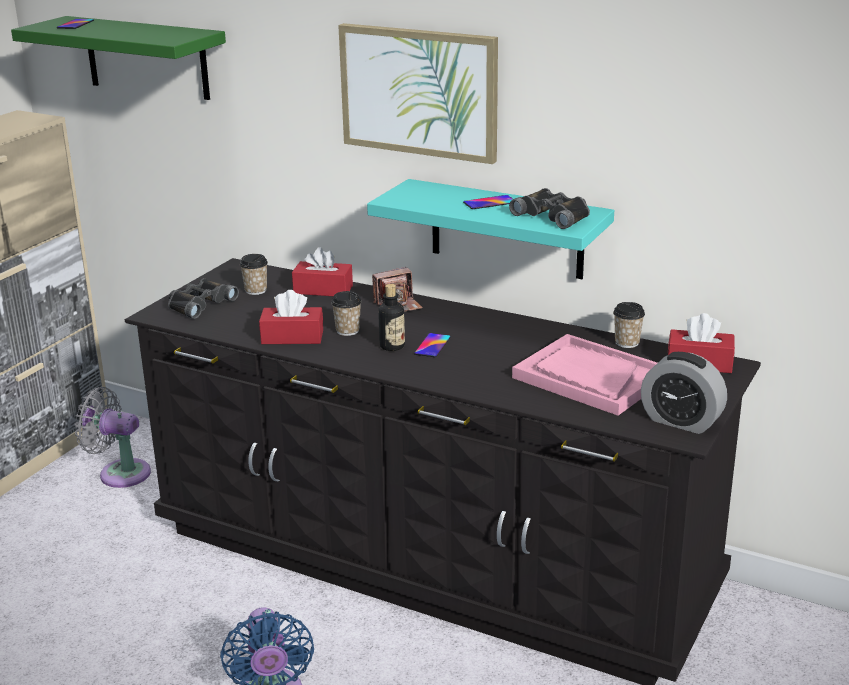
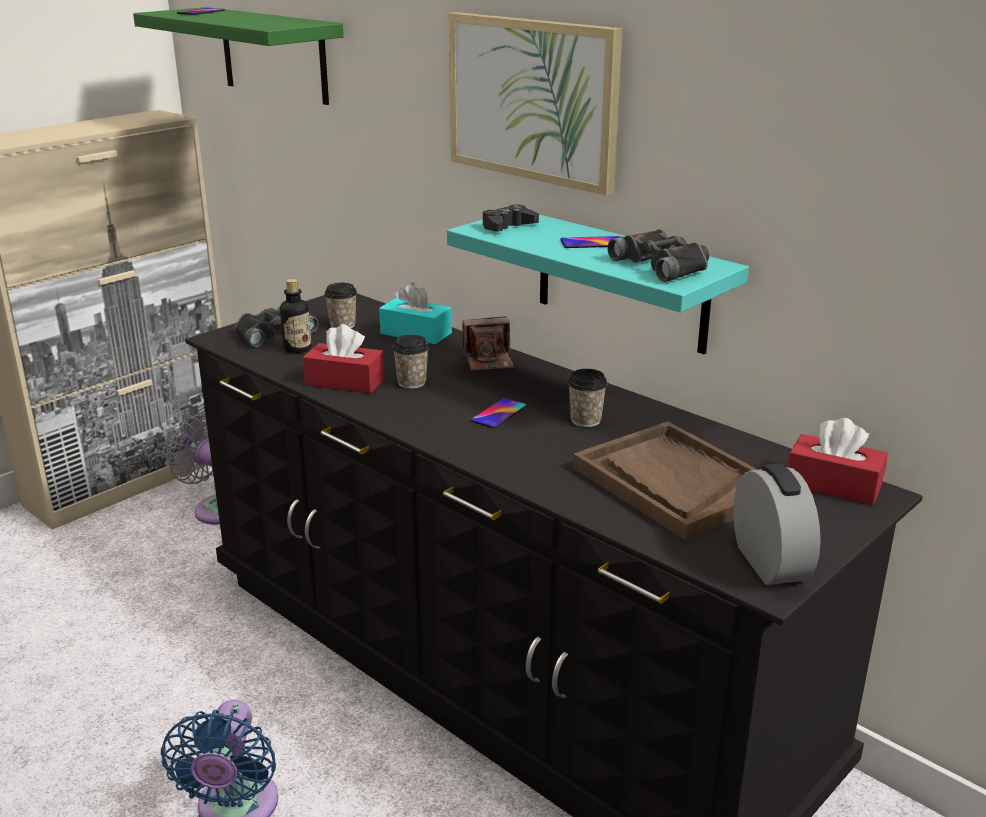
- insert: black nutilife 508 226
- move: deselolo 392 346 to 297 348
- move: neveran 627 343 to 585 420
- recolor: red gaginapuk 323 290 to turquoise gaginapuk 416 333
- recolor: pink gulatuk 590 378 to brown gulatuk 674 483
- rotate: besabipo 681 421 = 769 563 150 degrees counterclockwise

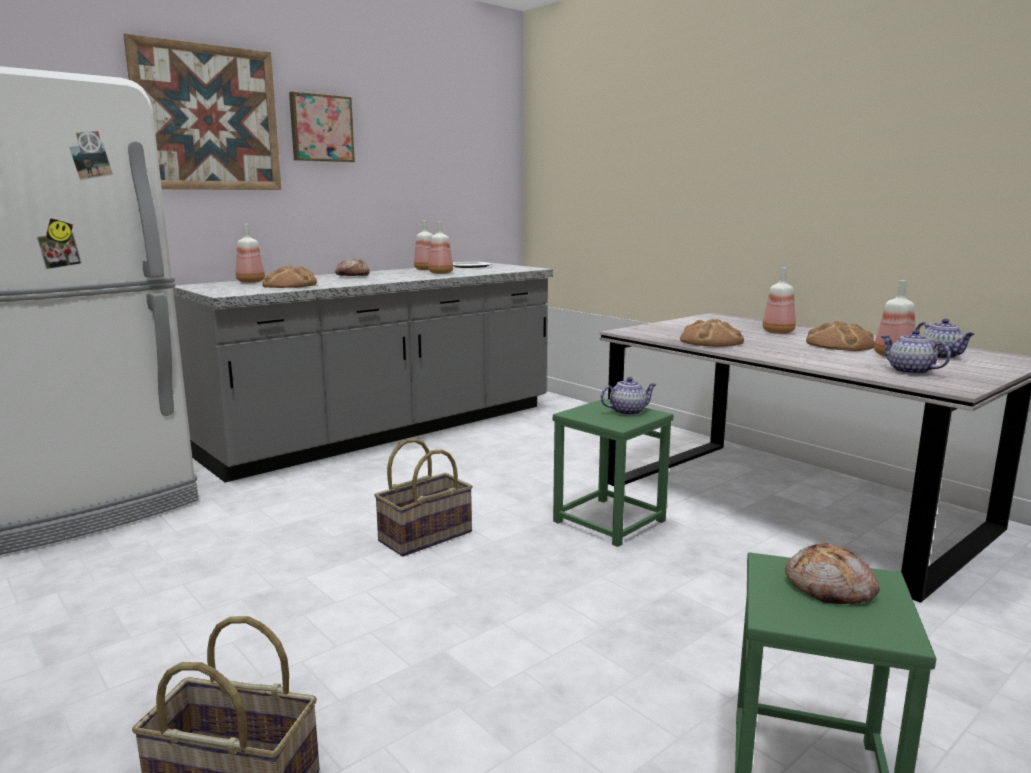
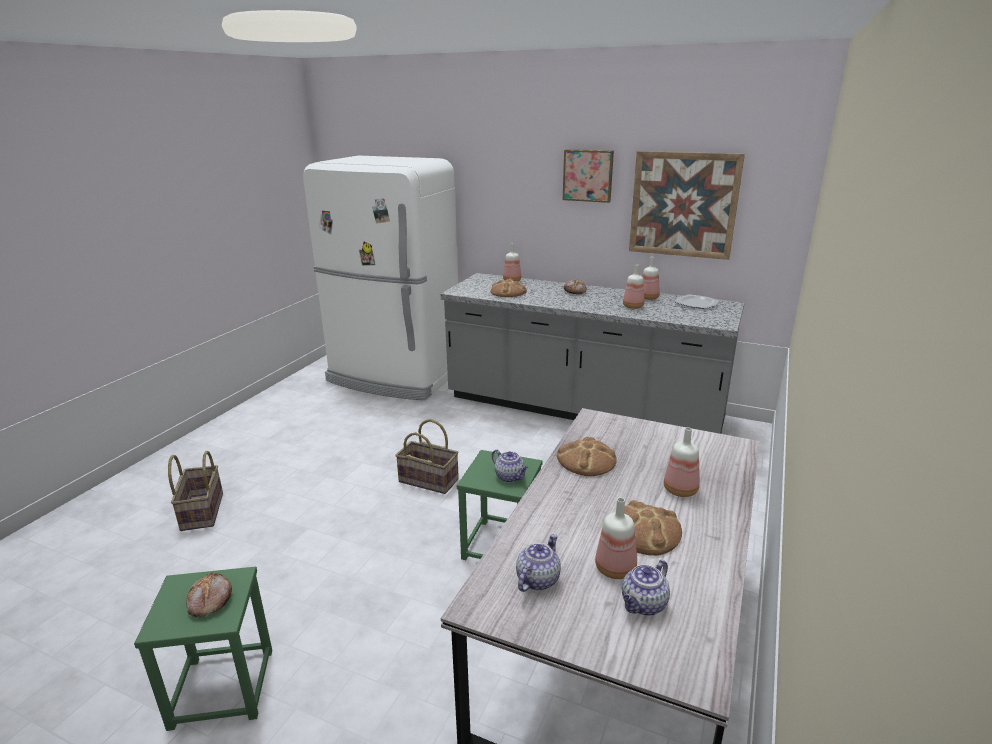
- move: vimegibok 207 118 to 683 205

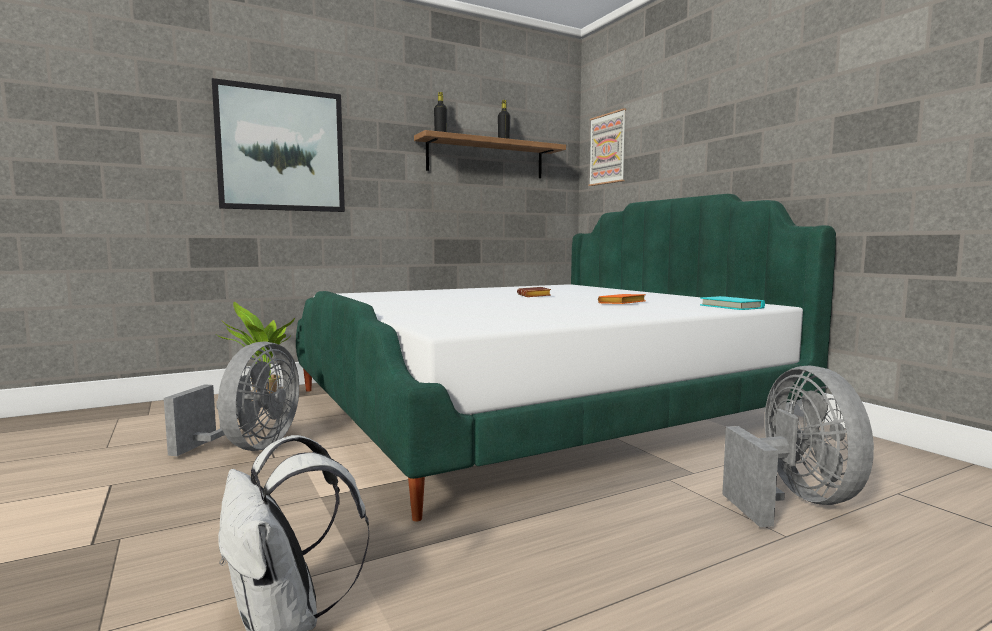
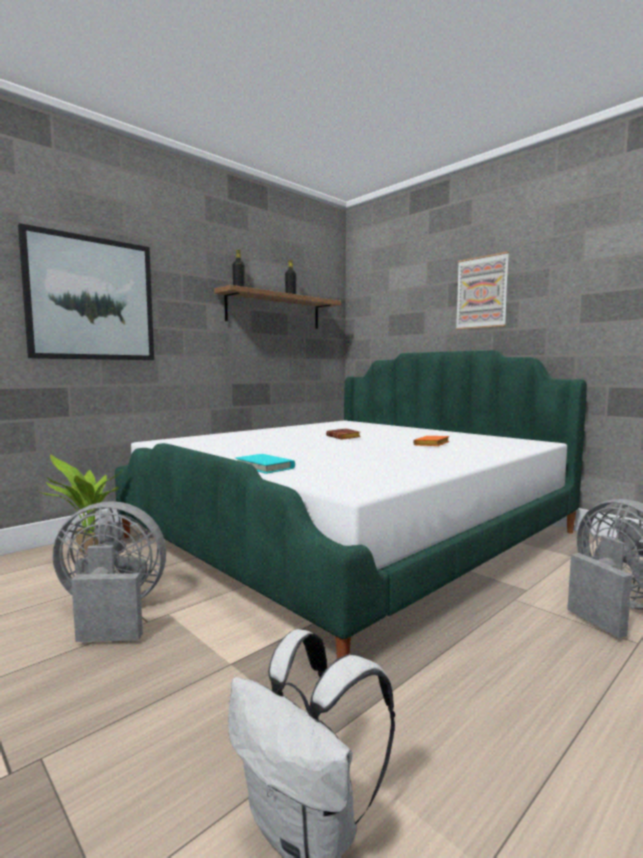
- move: vimegibok 608 149 to 482 292
- move: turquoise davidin 731 306 to 264 467
- rotate: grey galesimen 249 448 = 112 613 90 degrees counterclockwise

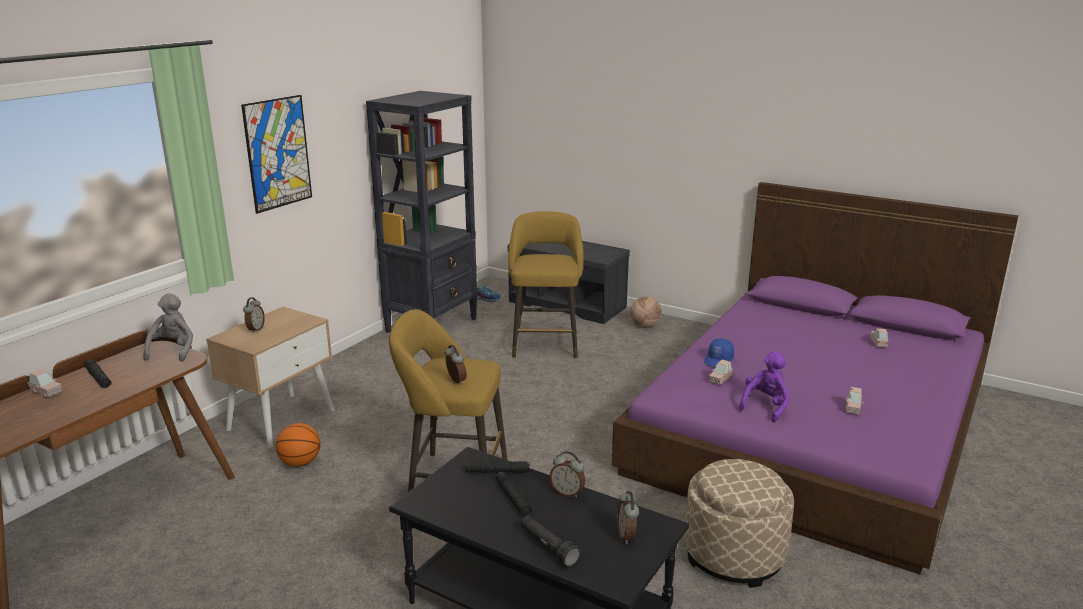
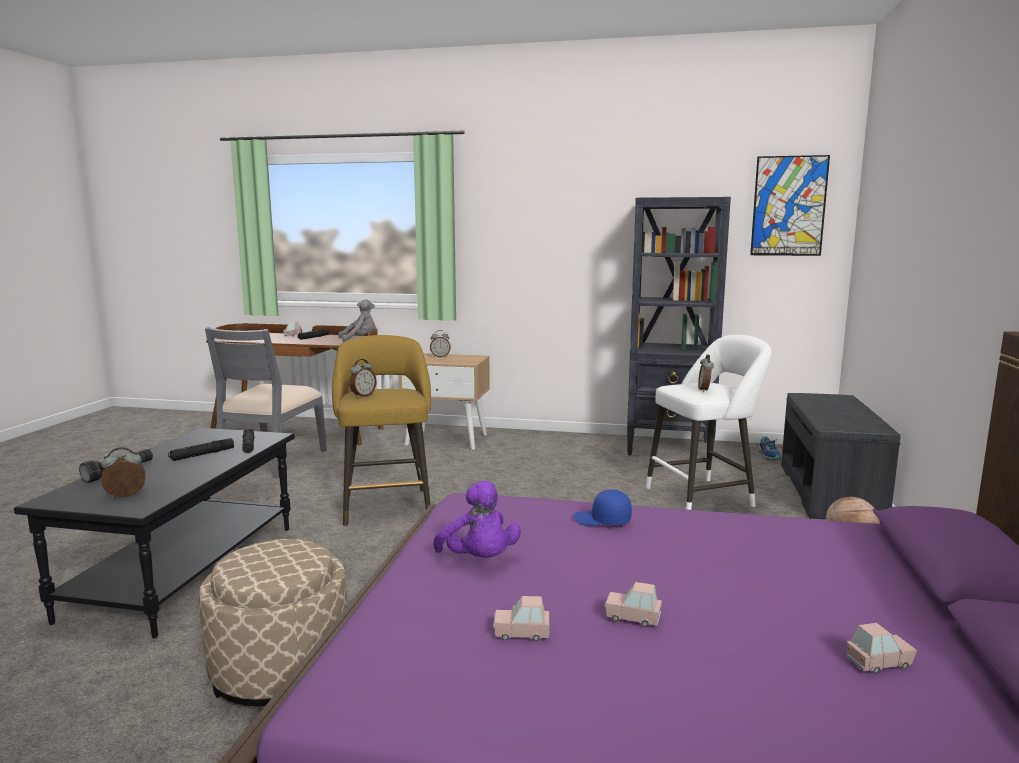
- delete: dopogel 300 463
- insert: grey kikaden 272 461
- move: vimegibok 278 153 to 789 206
- move: besabipo 567 493 to 704 390
- move: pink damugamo 720 380 to 632 617
- recolor: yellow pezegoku 545 343 to white pezegoku 704 497
- rotate: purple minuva 765 406 = 479 560 45 degrees clockwise

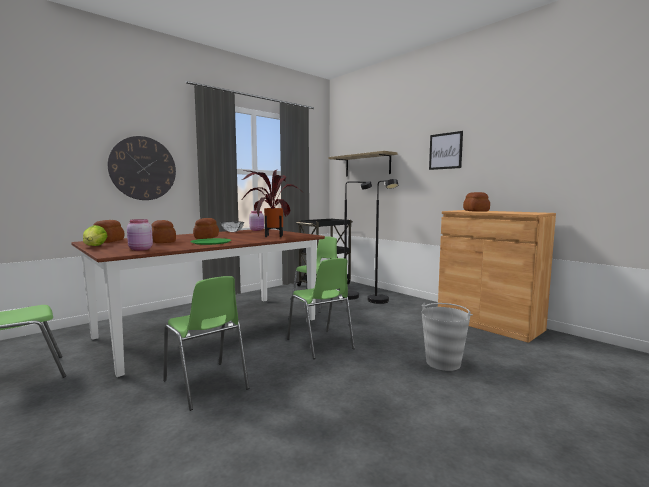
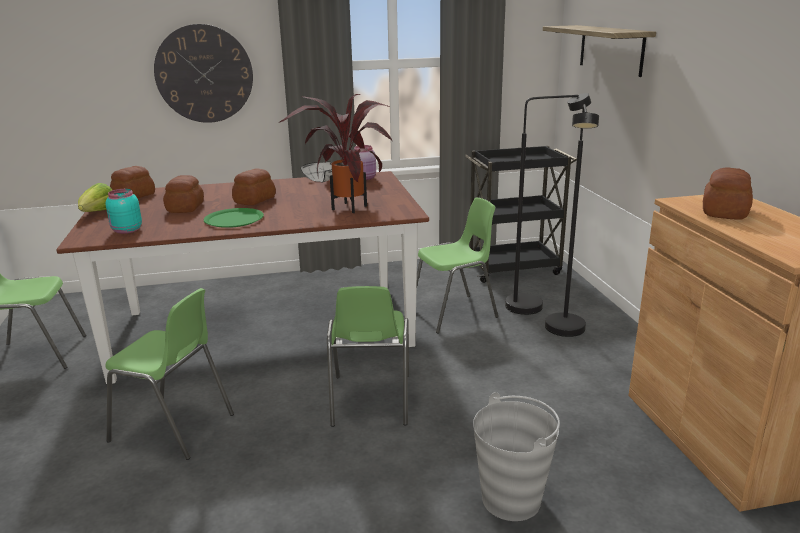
- delete: vimegibok 445 151
- recolor: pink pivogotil 140 249 to turquoise pivogotil 126 231
- rotate: green kikaden 206 385 = 174 428 60 degrees counterclockwise

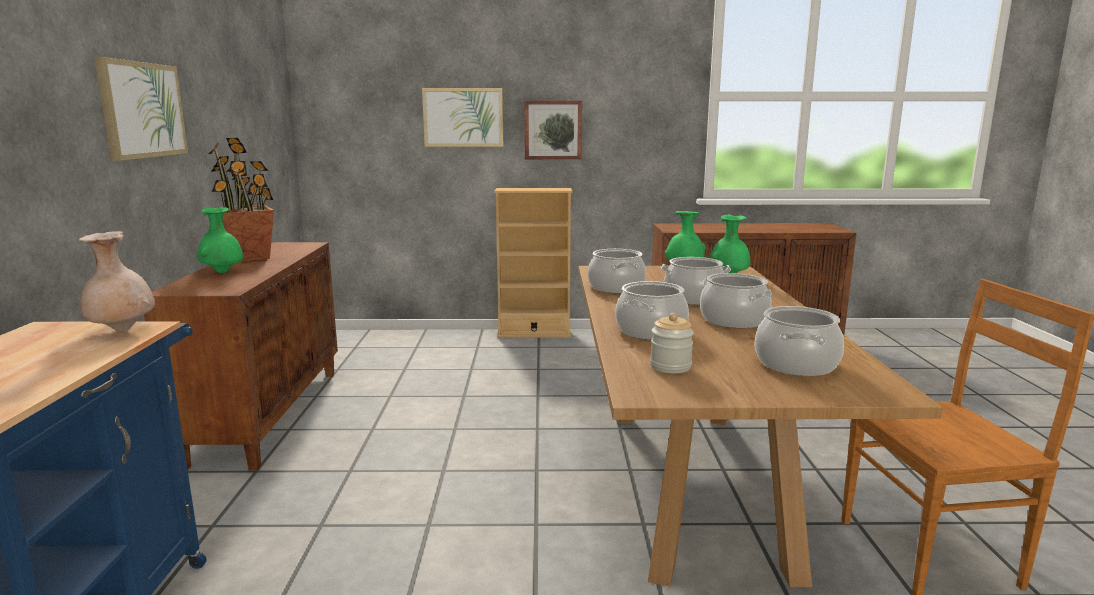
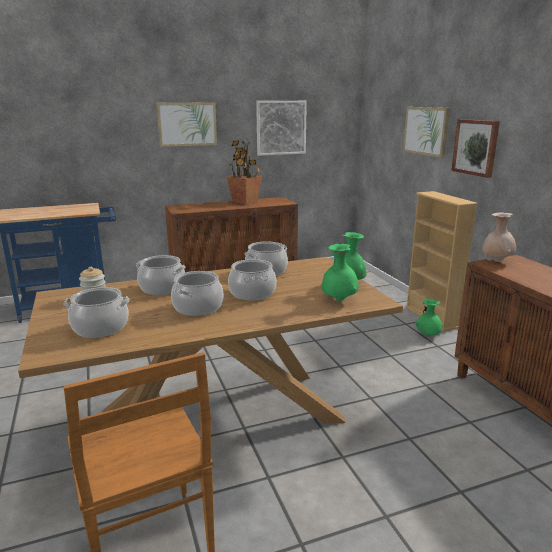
- insert: vimegibok 281 127
- move: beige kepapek 122 331 to 496 261
- move: green kepapek 222 272 to 427 336

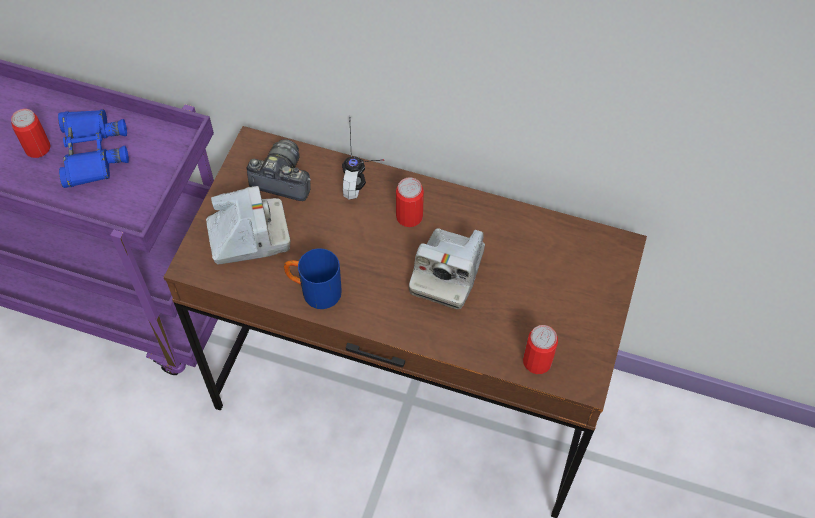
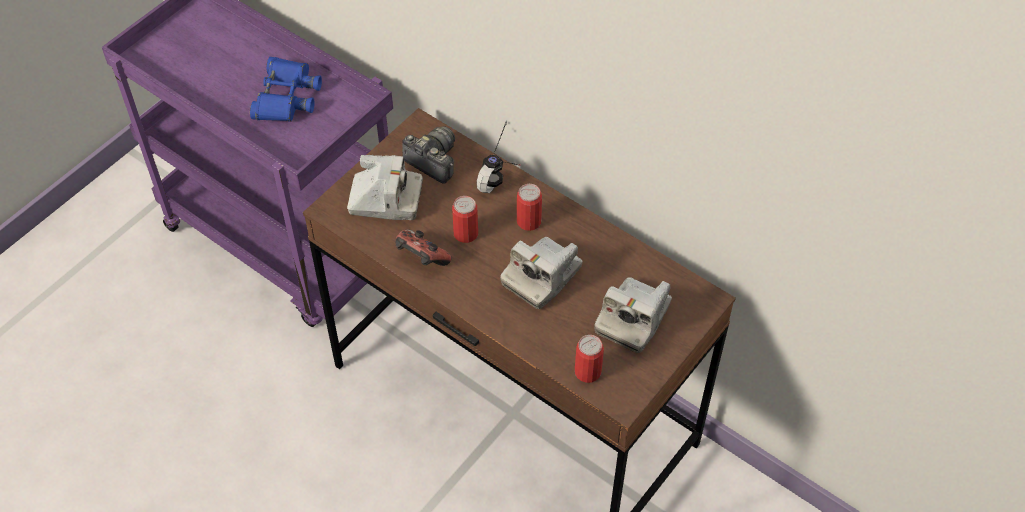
- insert: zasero 633 319
- move: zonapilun 38 148 to 466 233
- replace: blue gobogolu 314 291 to nutilife 421 259

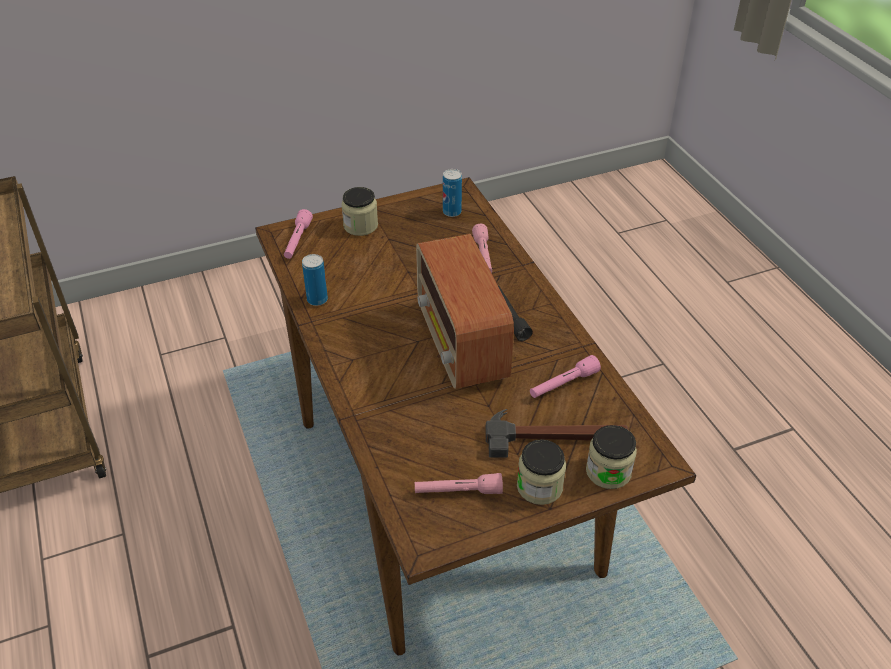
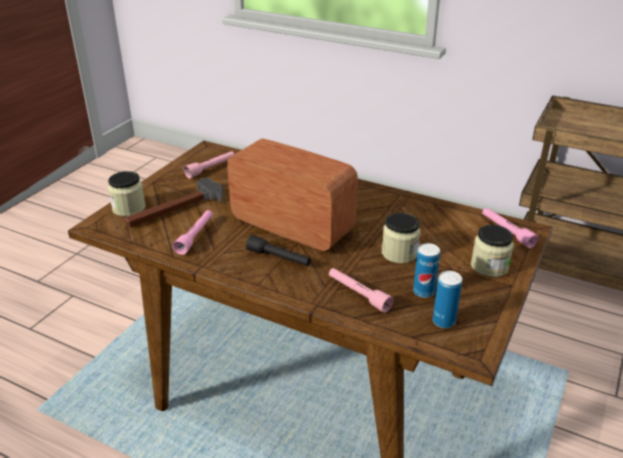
- move: zonapilun 317 300 to 423 292
- move: pivogotil 539 486 to 399 253

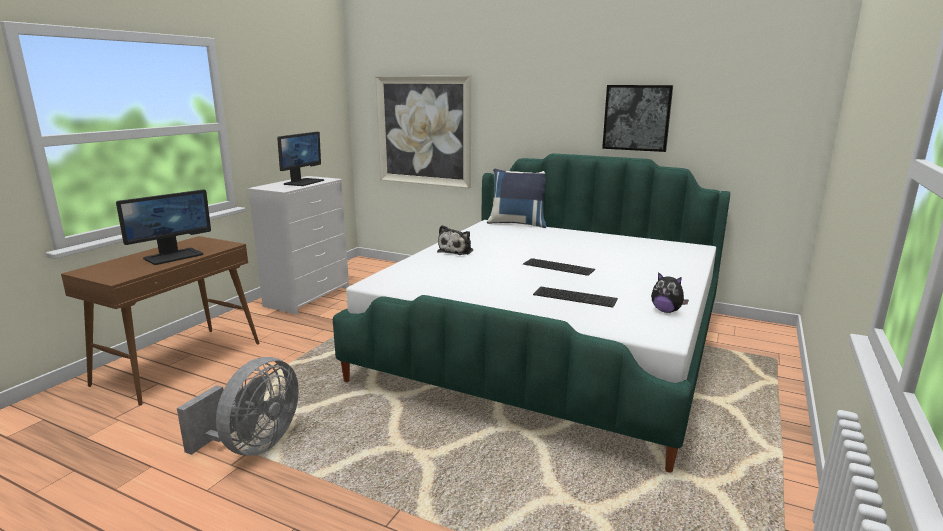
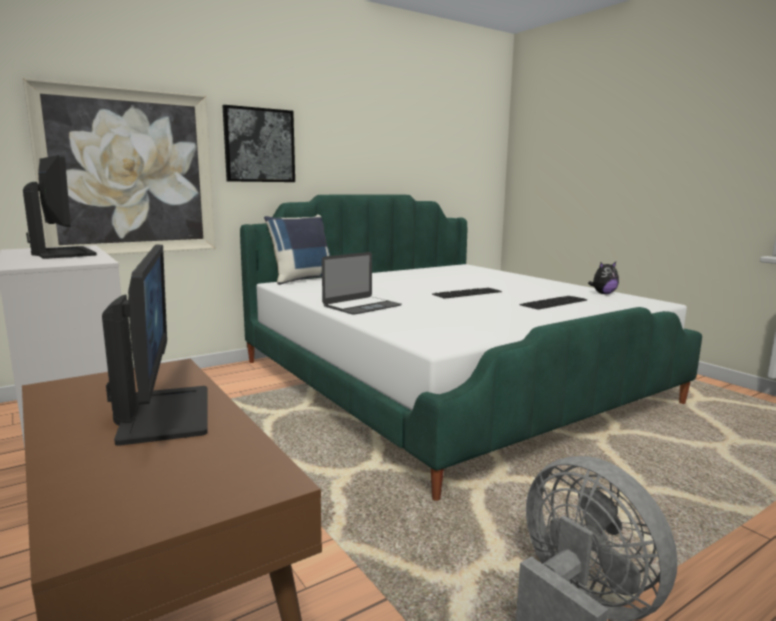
- move: vimegibok 636 118 to 259 145
- replace: minuva 457 251 to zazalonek 362 306

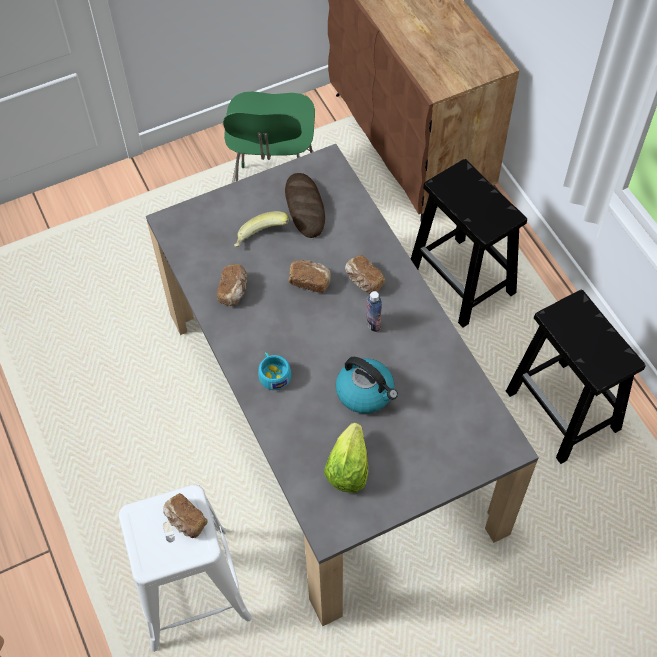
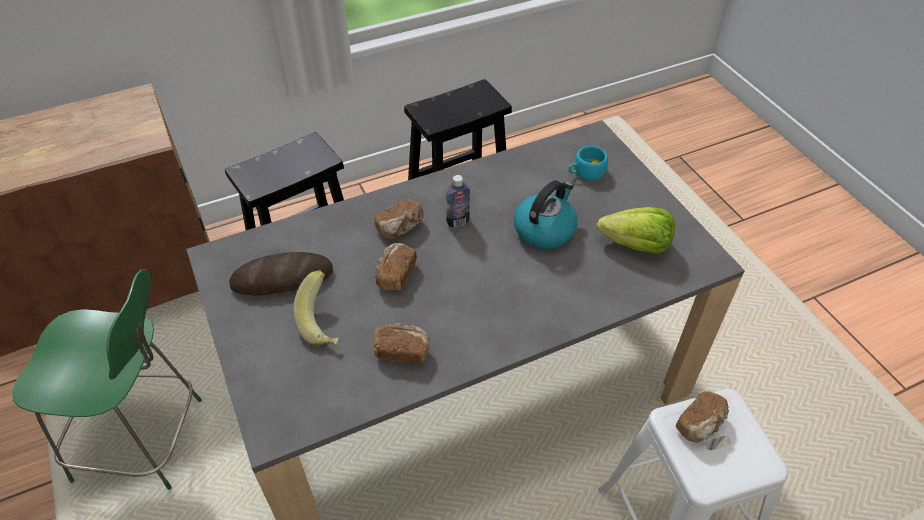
- move: turquoise neveran 273 374 to 585 172

